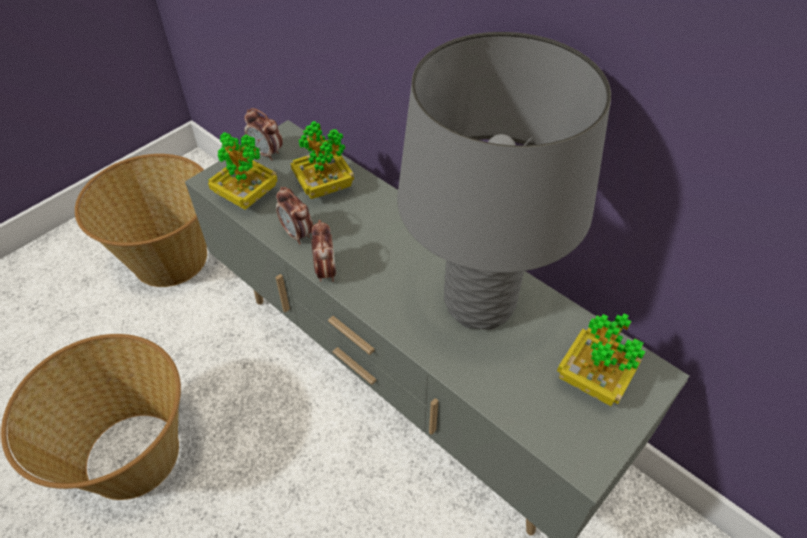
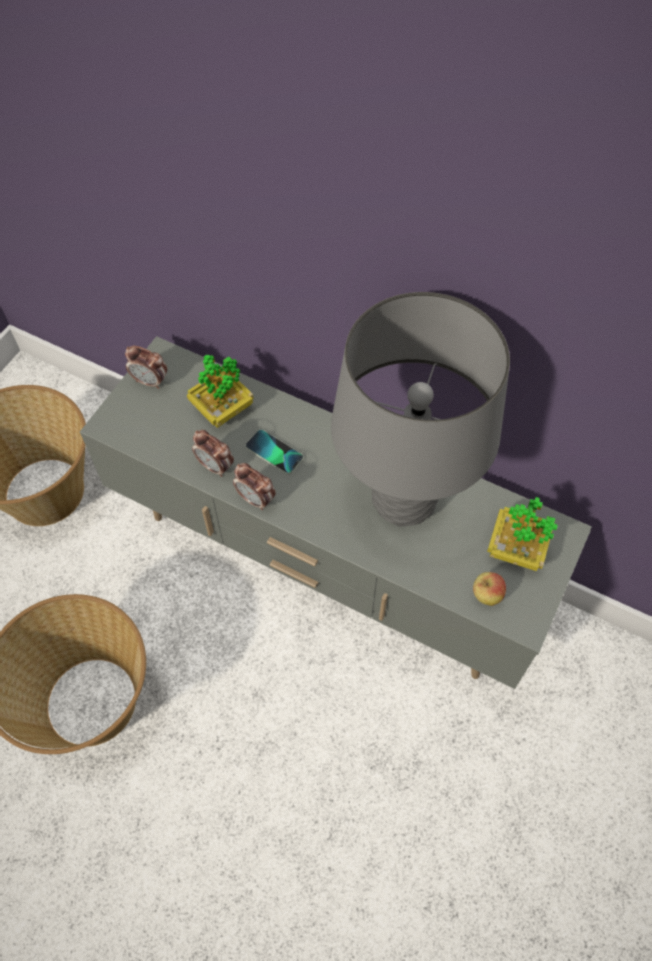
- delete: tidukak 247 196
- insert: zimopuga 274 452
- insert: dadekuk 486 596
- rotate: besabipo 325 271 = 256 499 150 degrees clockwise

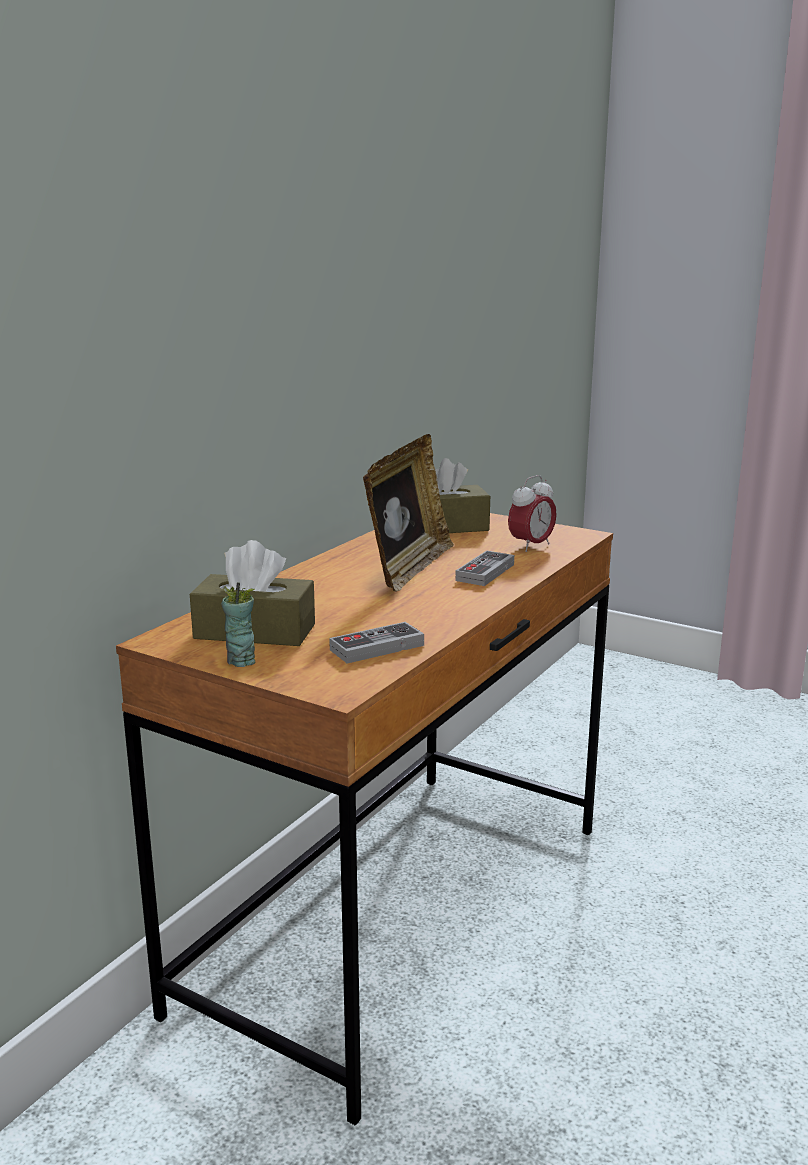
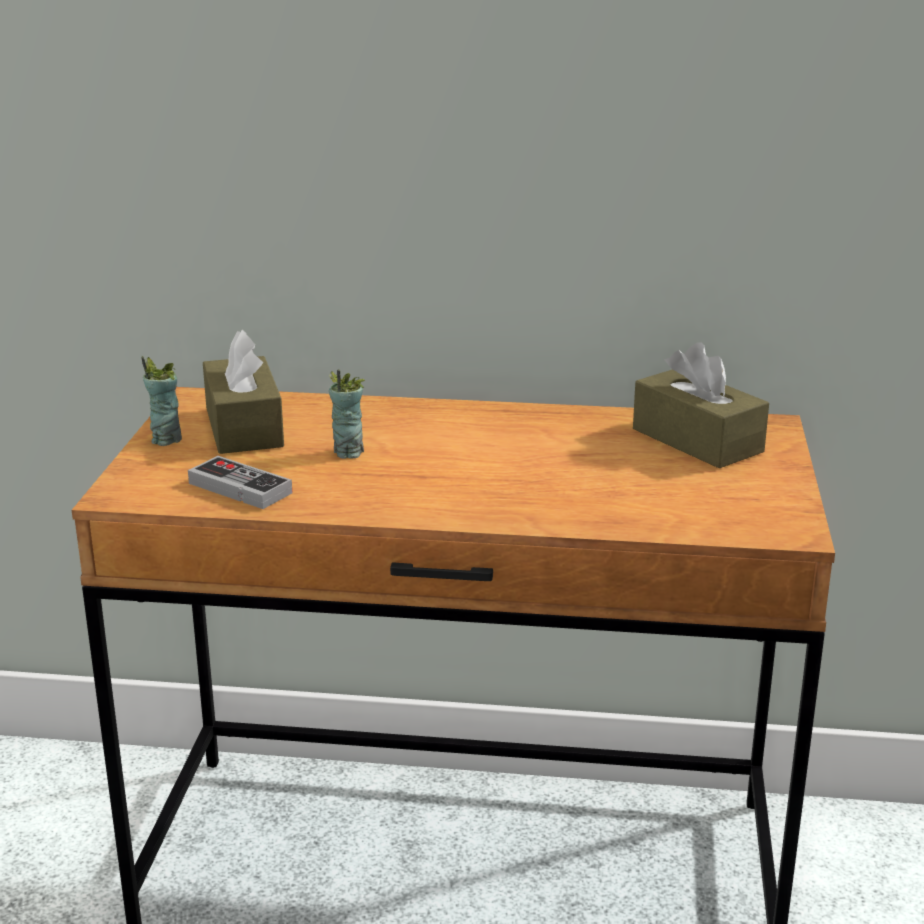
- delete: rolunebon 408 569
- delete: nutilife 485 572
- delete: besabipo 531 546
- insert: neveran 348 452

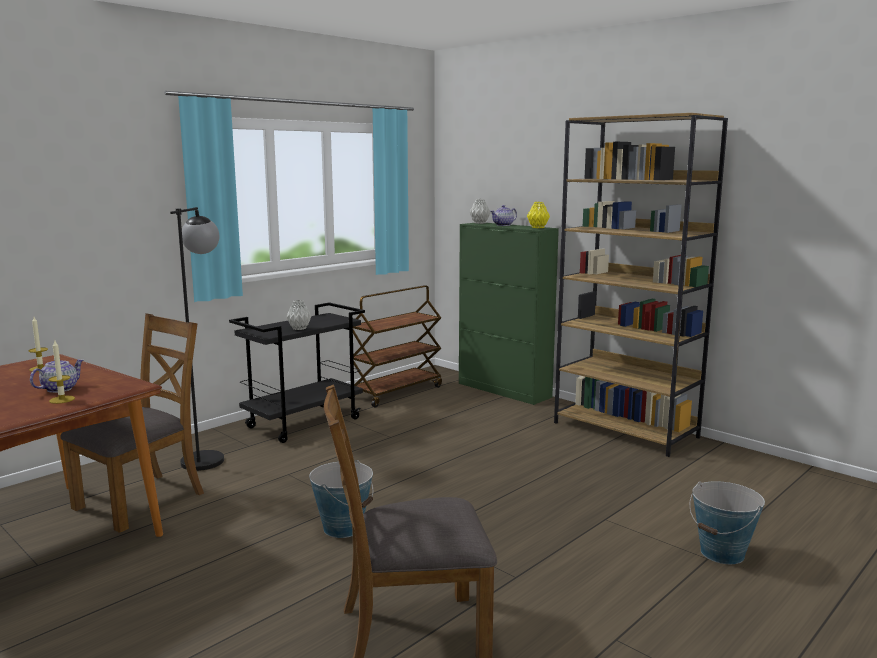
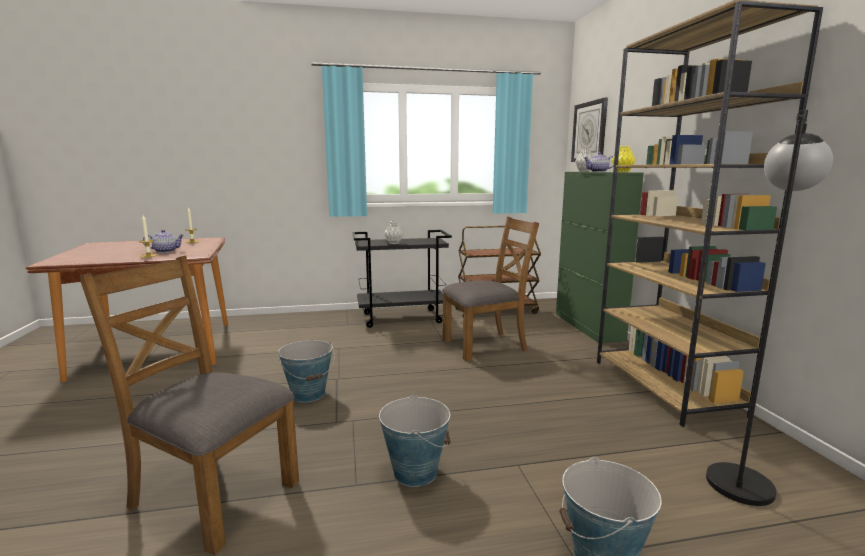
- insert: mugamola 415 472
- insert: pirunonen 589 132
- move: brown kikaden 141 500 to 485 345
- move: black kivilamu 208 456 to 741 474

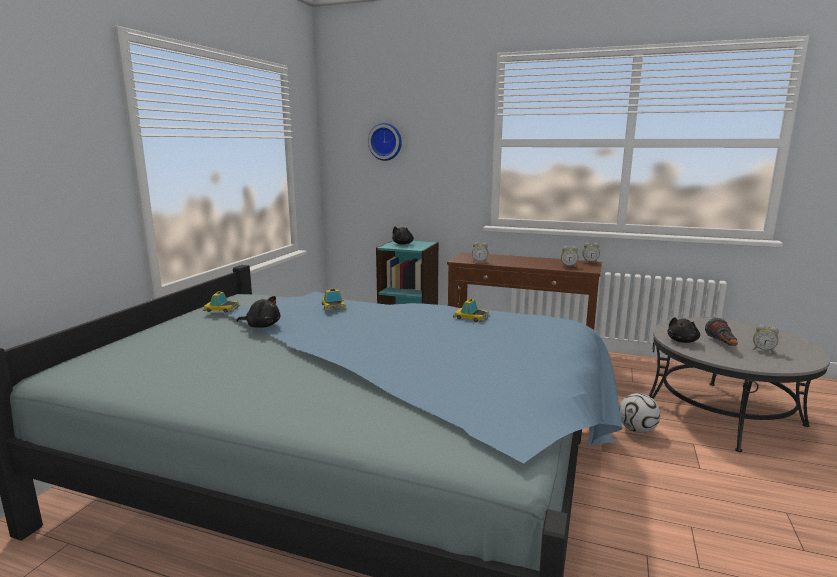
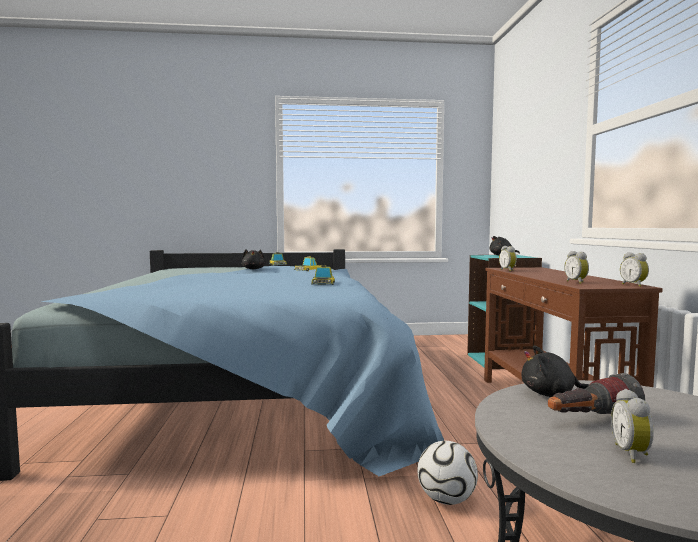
- delete: pirunonen 386 141

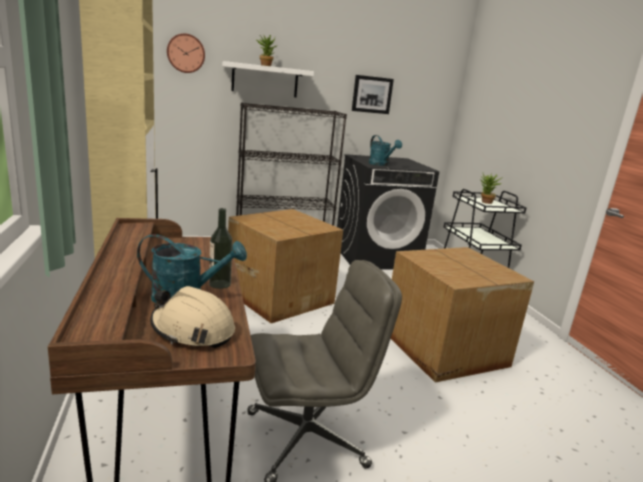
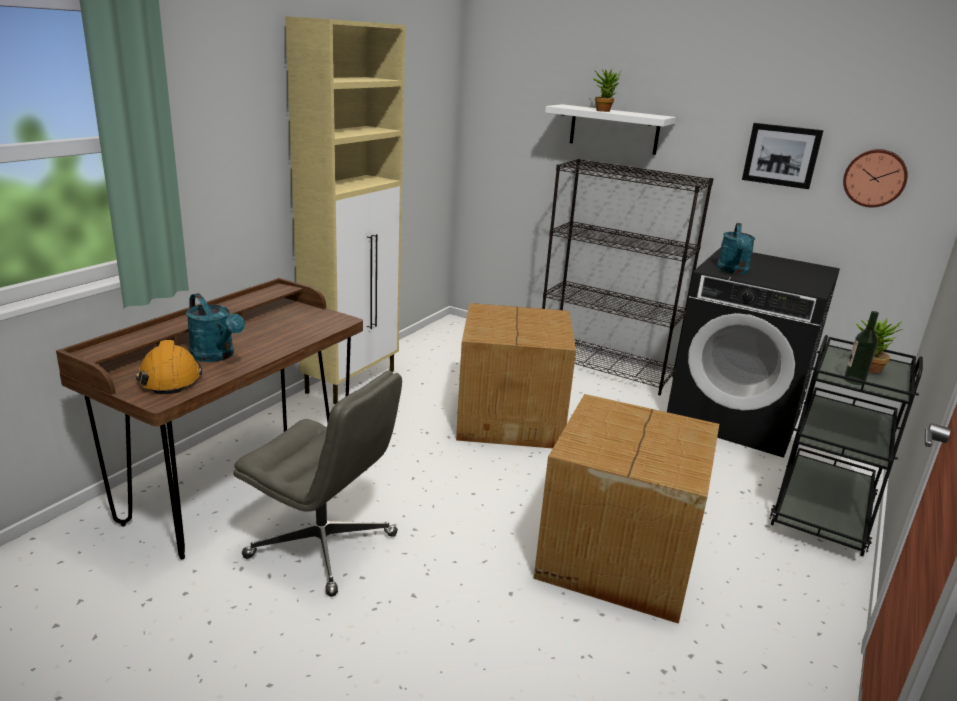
- move: pirunonen 186 53 to 875 178
- move: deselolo 220 284 to 854 380
- recolor: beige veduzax 192 330 to orange veduzax 170 378

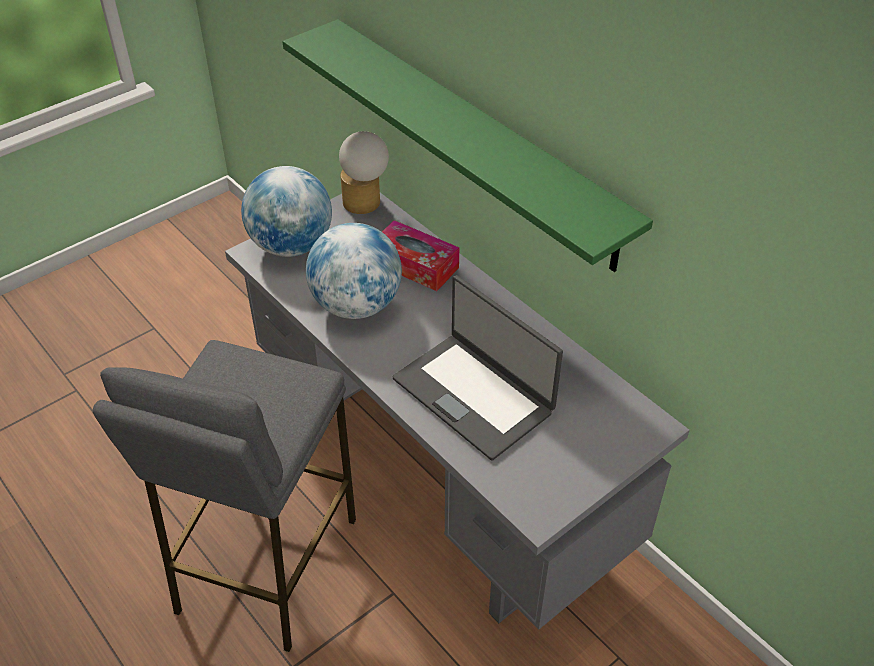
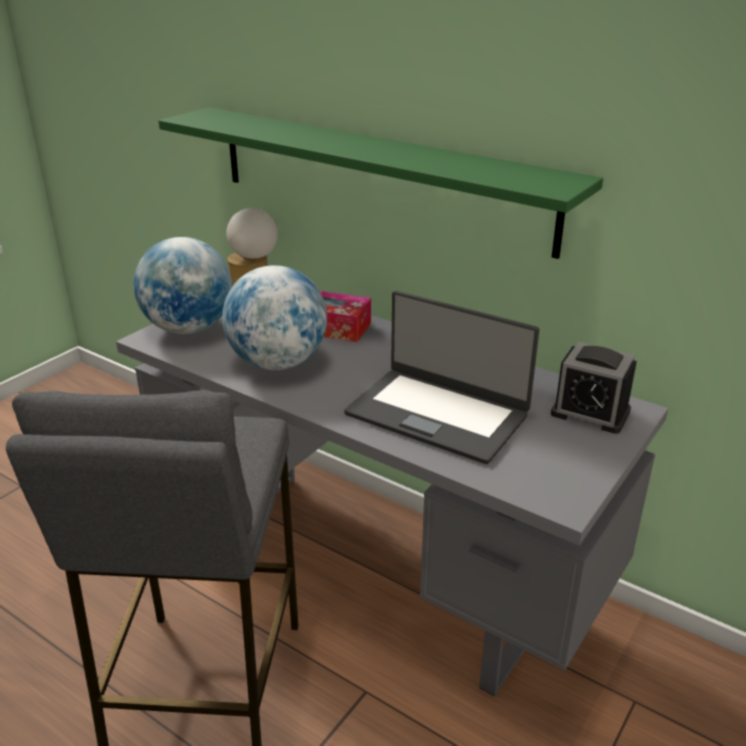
- insert: besabipo 590 412

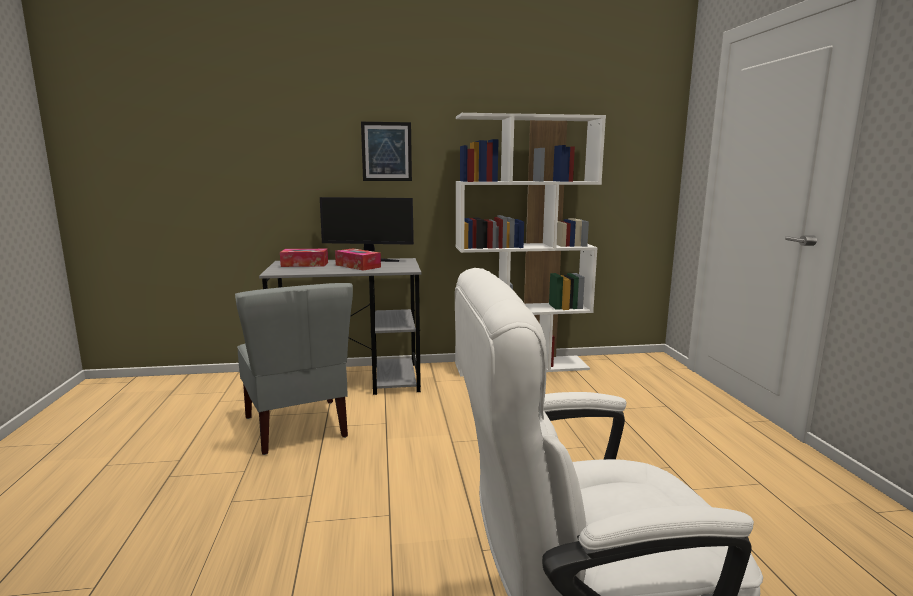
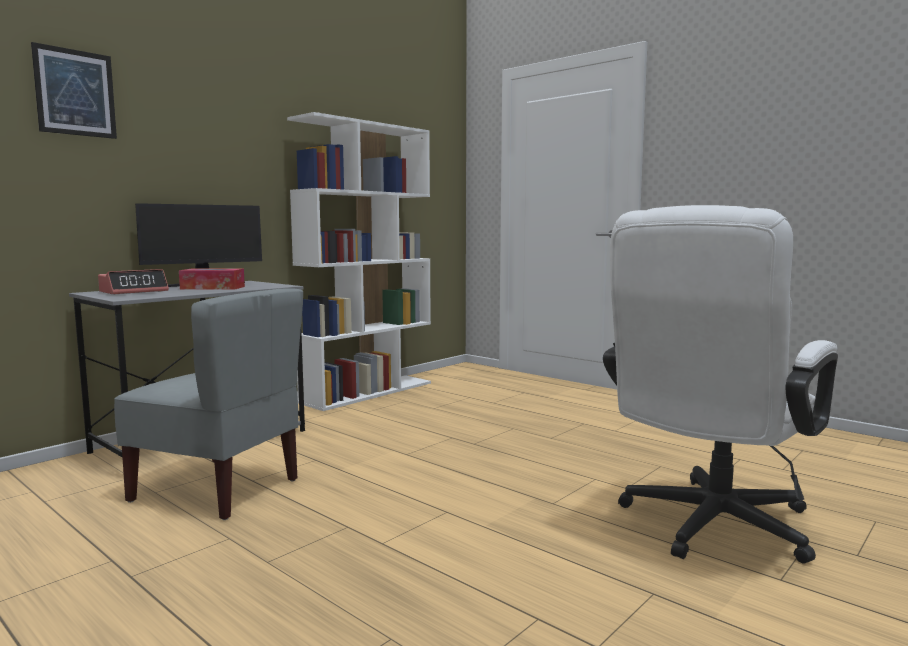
- move: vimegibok 386 151 to 75 92
- replace: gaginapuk 305 264 to besabipo 134 291

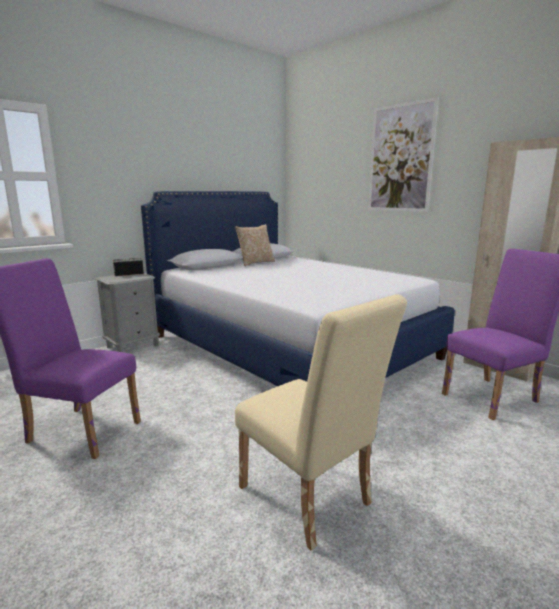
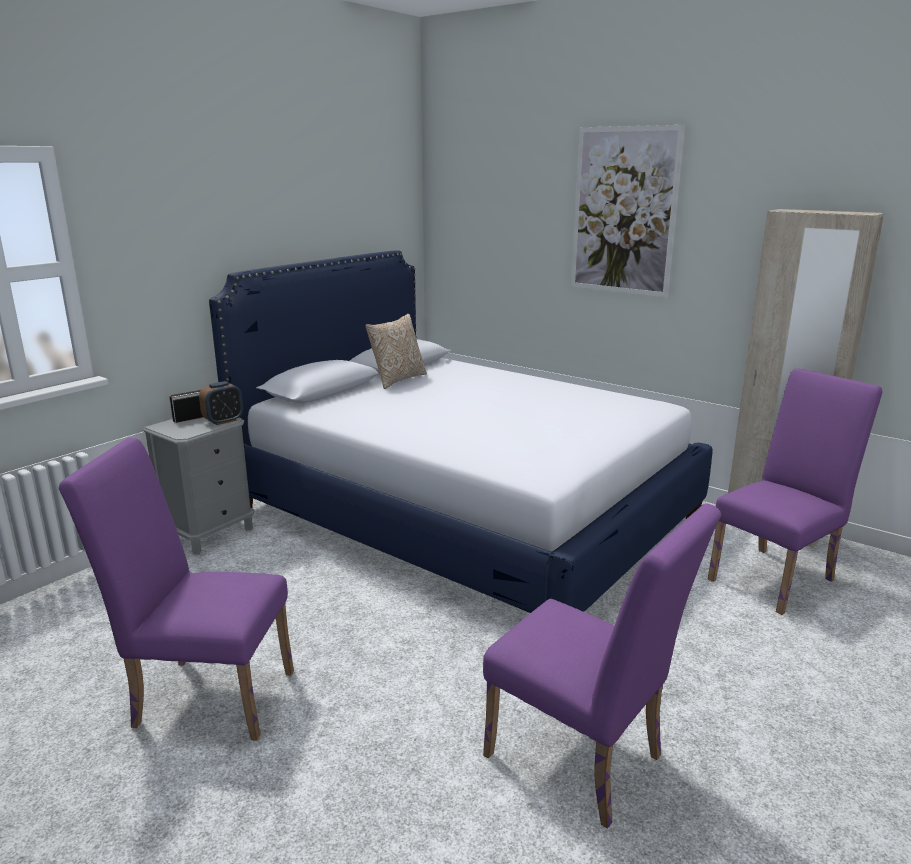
- insert: besabipo 223 421
- recolor: beige kikaden 310 501 to purple kikaden 584 763

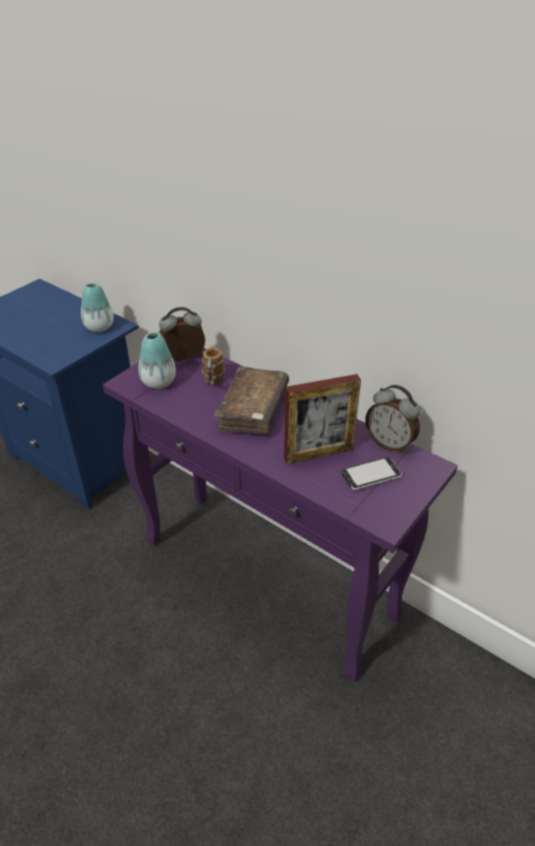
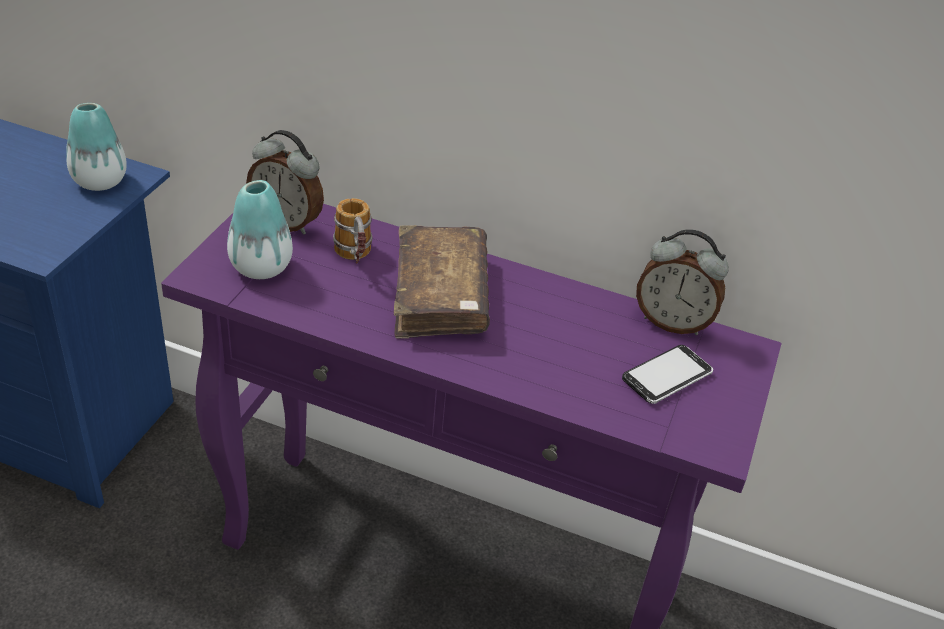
- delete: rolunebon 318 453
- rotate: besabipo 184 359 = 287 222 120 degrees counterclockwise

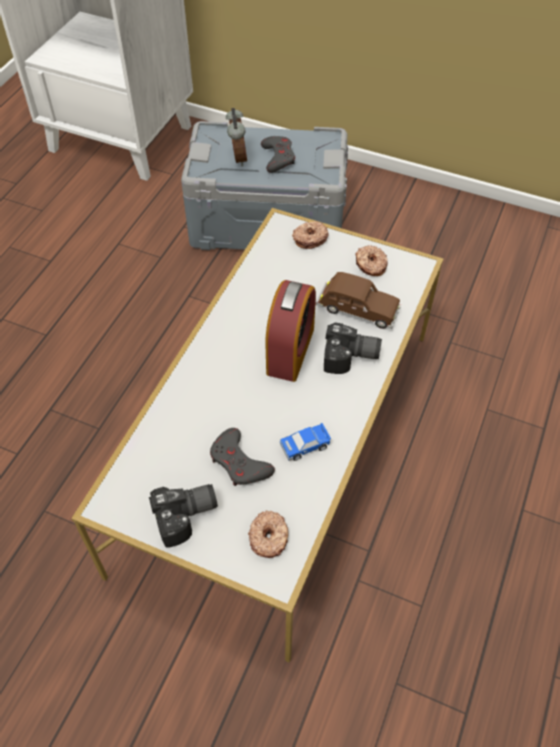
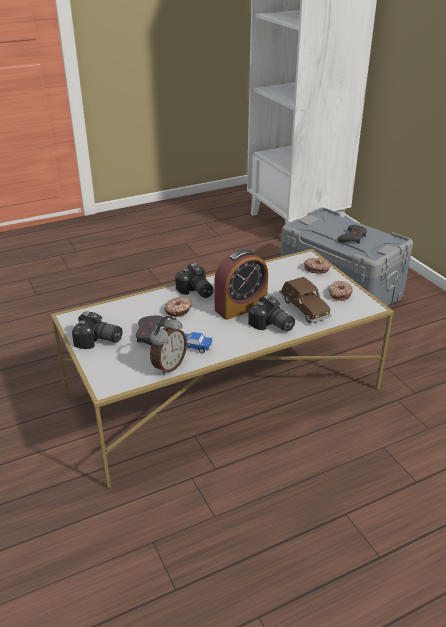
- insert: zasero 195 292
- move: besabipo 237 158 to 168 366
- move: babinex 269 537 to 178 310

